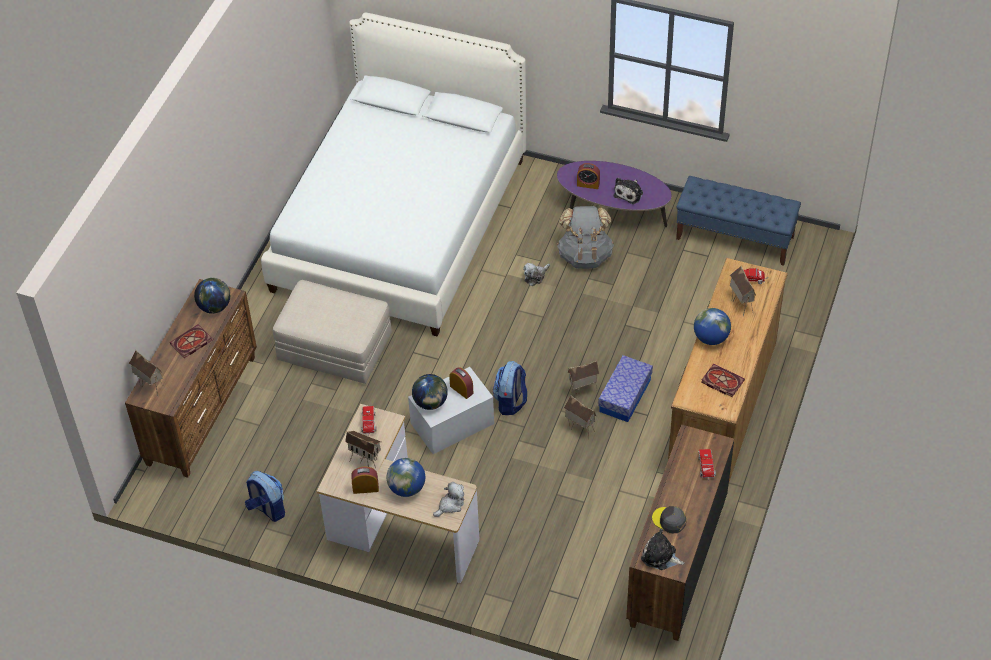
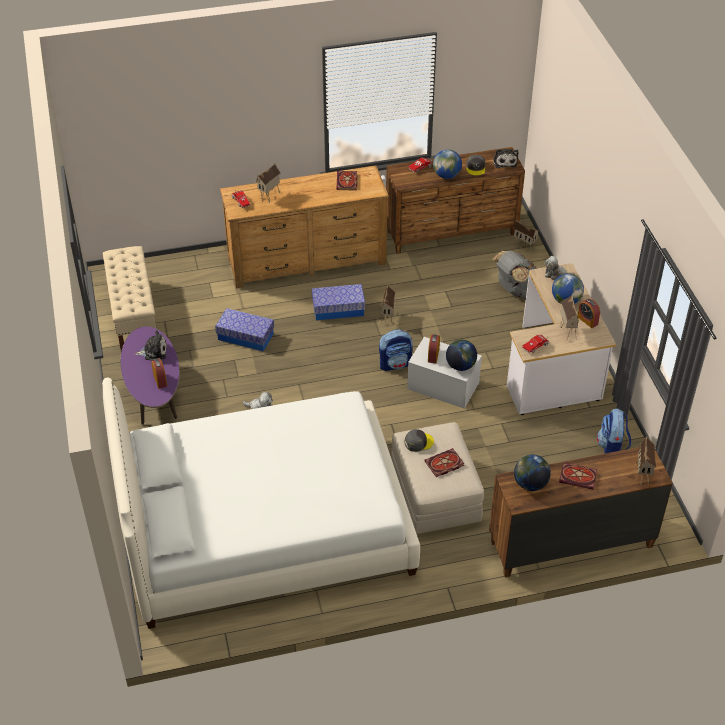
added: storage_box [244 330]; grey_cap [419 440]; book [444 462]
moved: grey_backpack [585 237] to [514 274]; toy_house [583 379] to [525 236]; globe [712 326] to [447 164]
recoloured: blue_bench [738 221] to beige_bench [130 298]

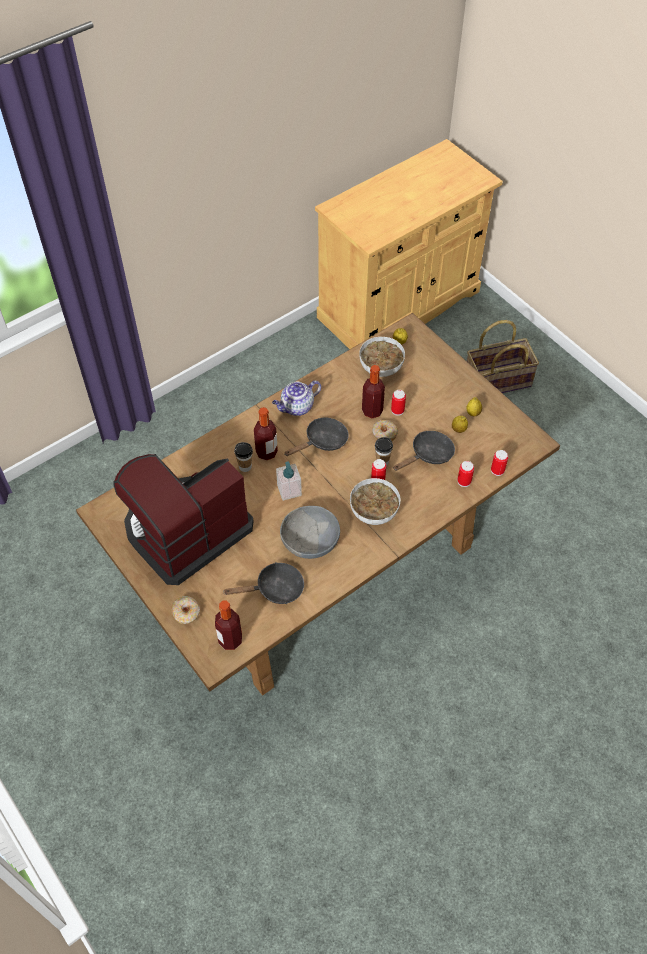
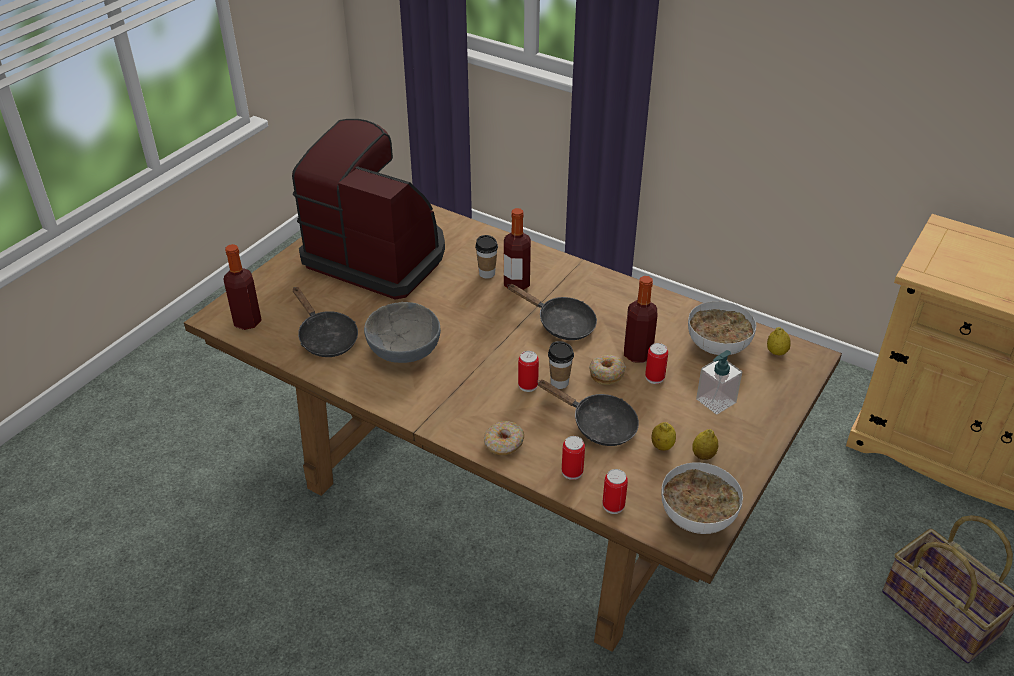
removed: teapot [296 398]
moved: donut [185 610] to [504 438]; soap_dispenser [289 481] to [719 382]; bowl [375 501] to [702 498]

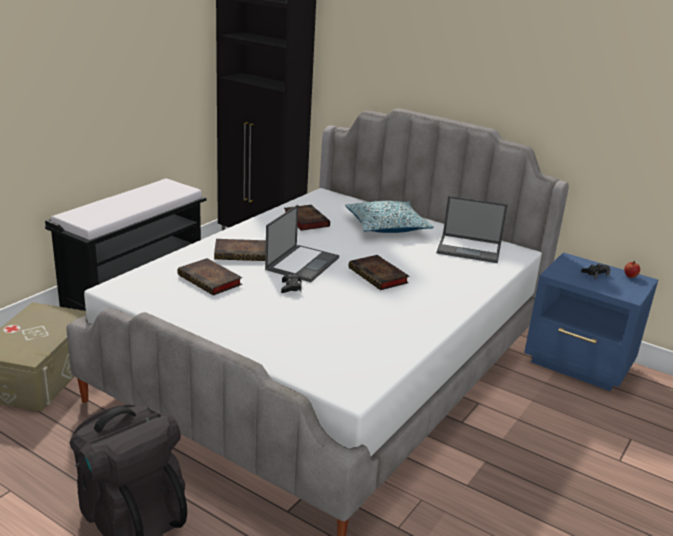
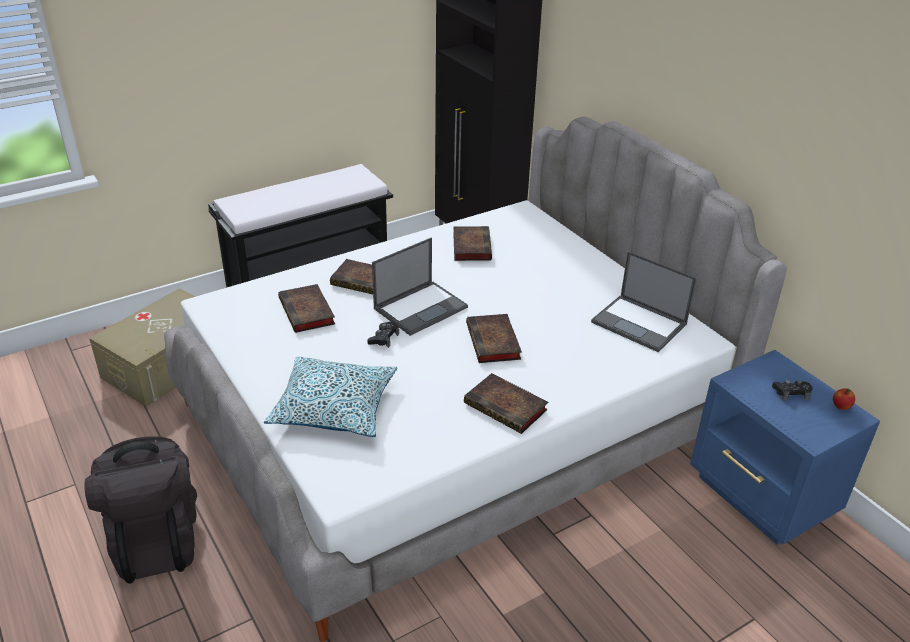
added: book [506 403]
moved: pillow [389 217] to [330 396]

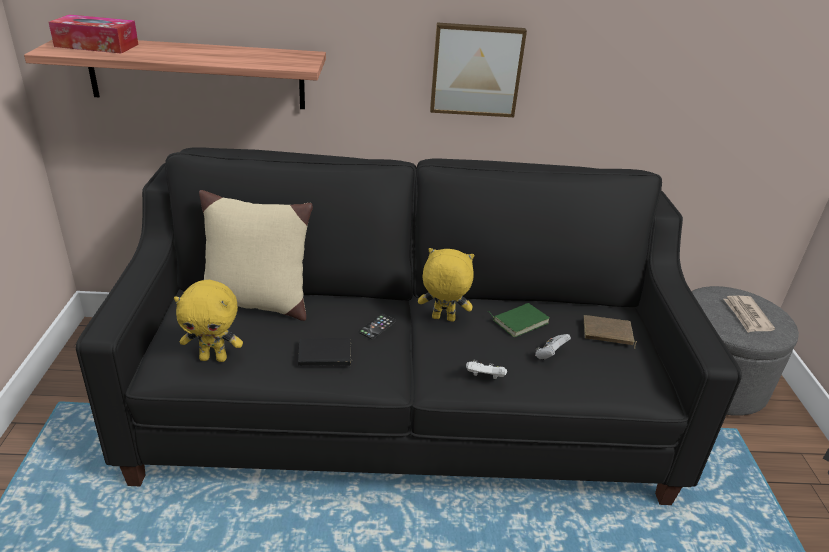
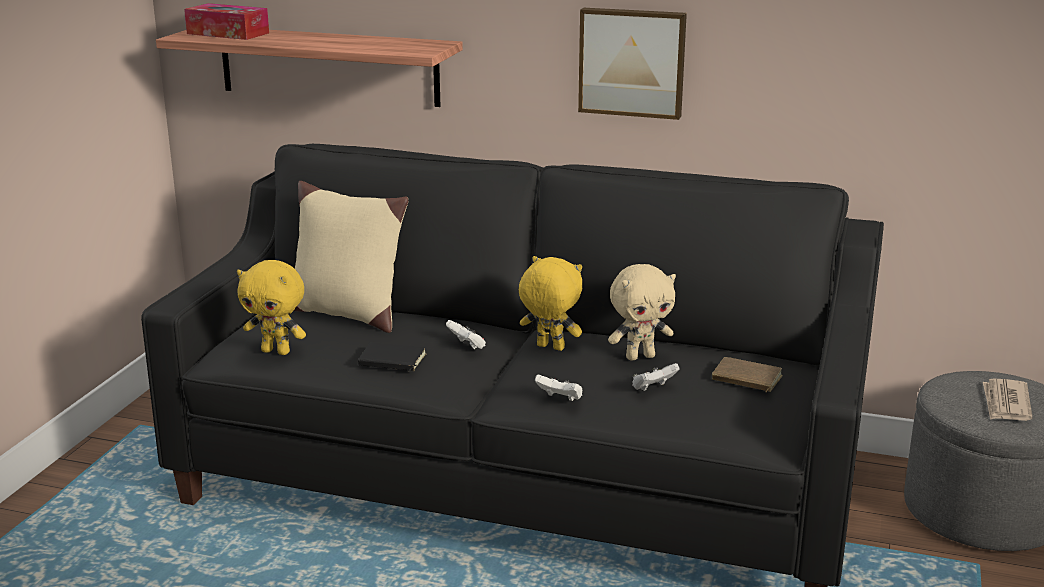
replaced: phone [377 326] to white_game_controller [466 335]; green_book [519 320] to beige_plush_toy [642 312]

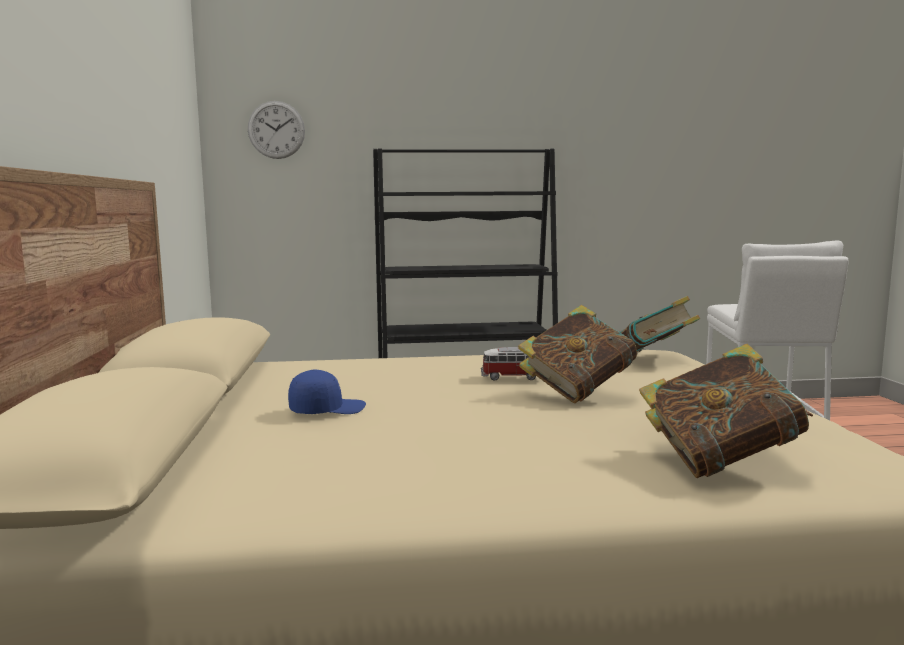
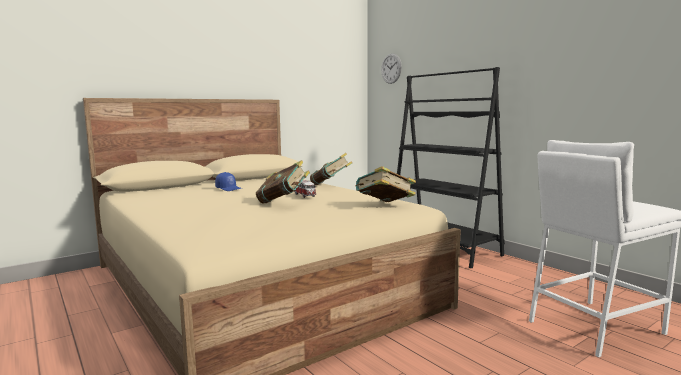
moved: book [726 411] to [331 169]

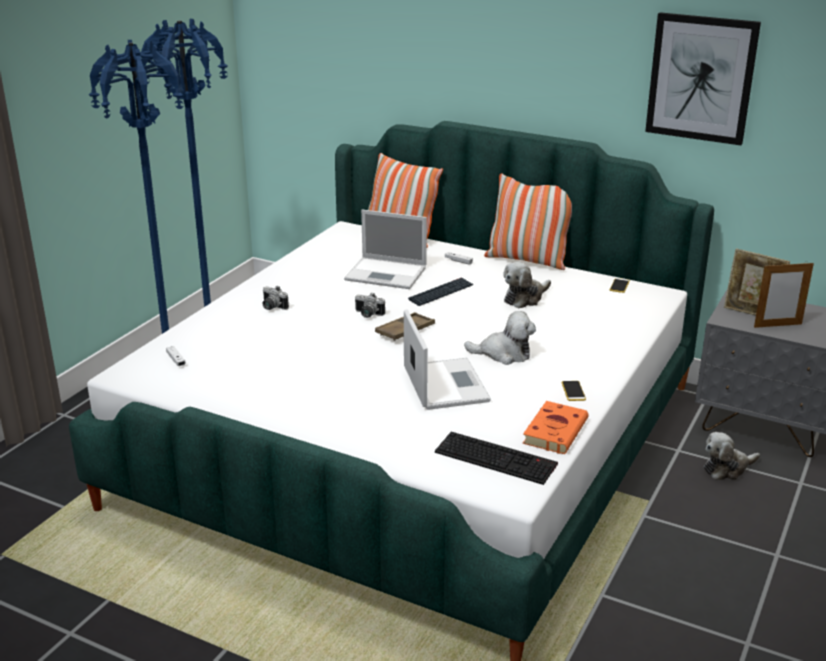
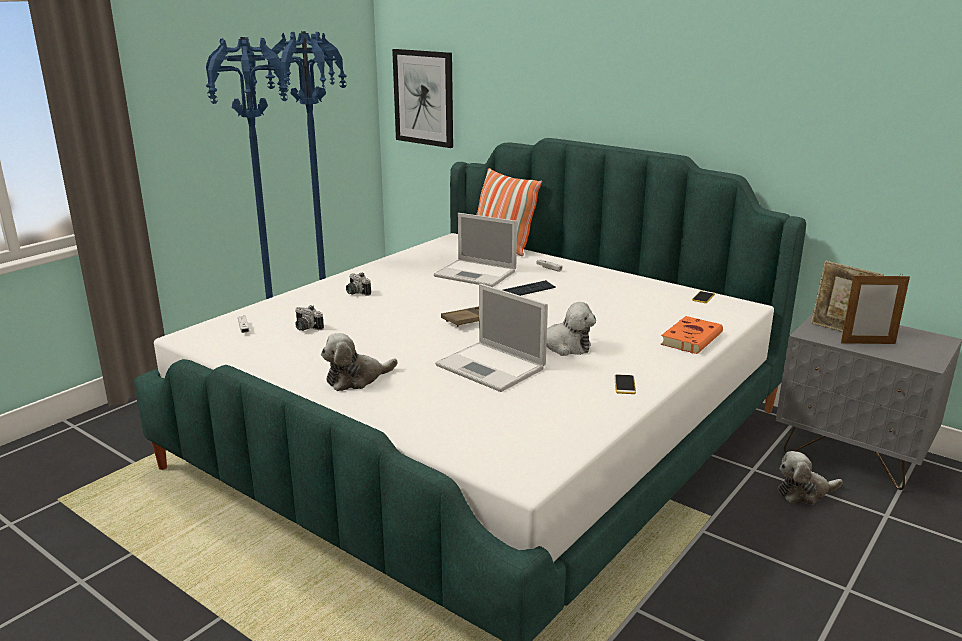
removed: keyboard [496 458]; pillow [528 221]
moved: photo_camera [370 305] to [309 318]; plush_toy [527 285] to [359 362]; orange_book [555 427] to [691 335]; picture [703 78] to [422 98]
turned: laptop [447 359] = [491 338] 135 degrees clockwise

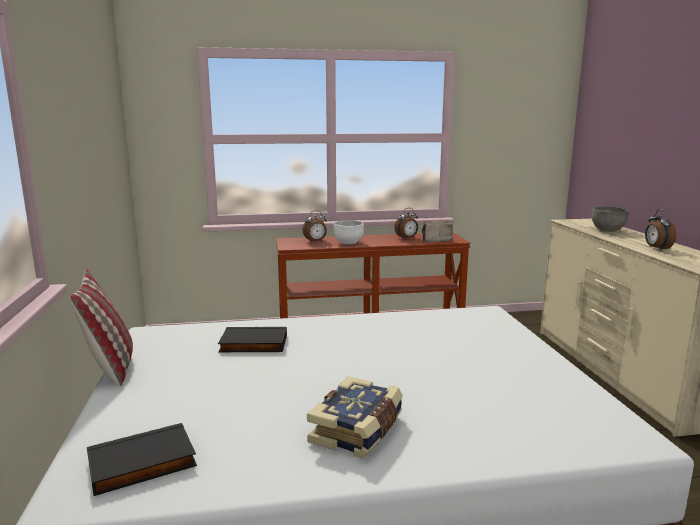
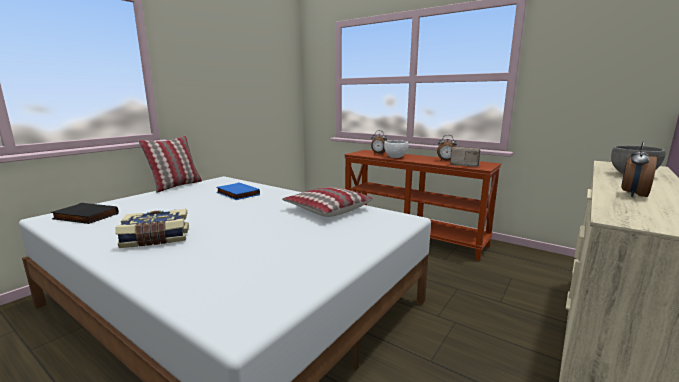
added: pillow [327 202]
recoloured: black_book [252 339] to blue_book [238 191]

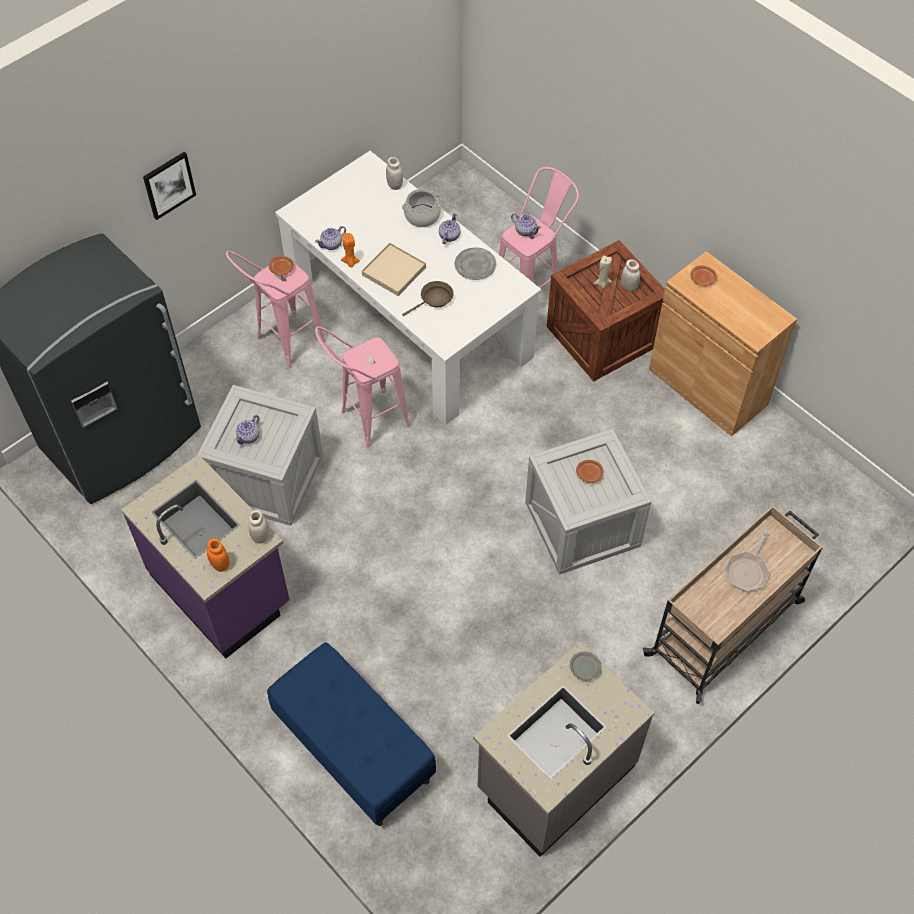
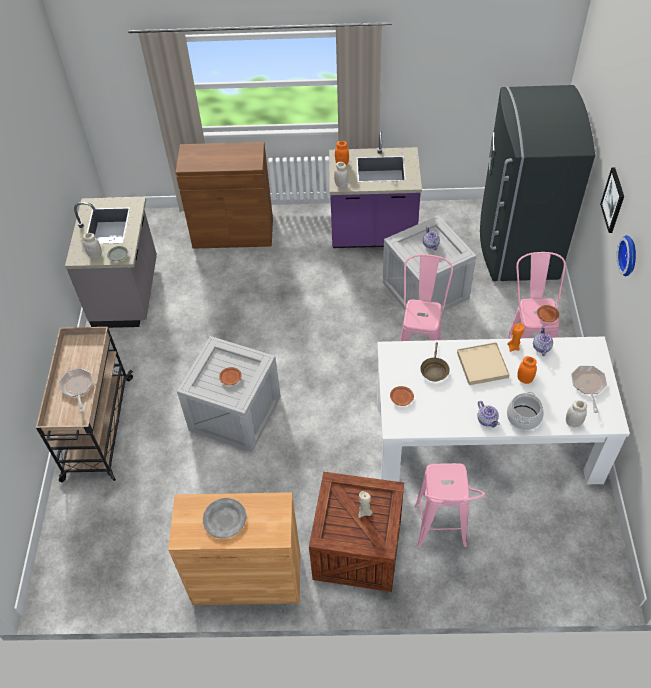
removed: teapot [526 224]
added: orange_jar [527 370]; frying_pan [589 389]; wall_clock [626 255]
moved: grey_plate [475 263] to [224 518]; white_jar [630 275] to [92 246]; brown_plate [703 276] to [402 396]
replaced: blue_bench [351 734] to brown_cabinet [224 195]

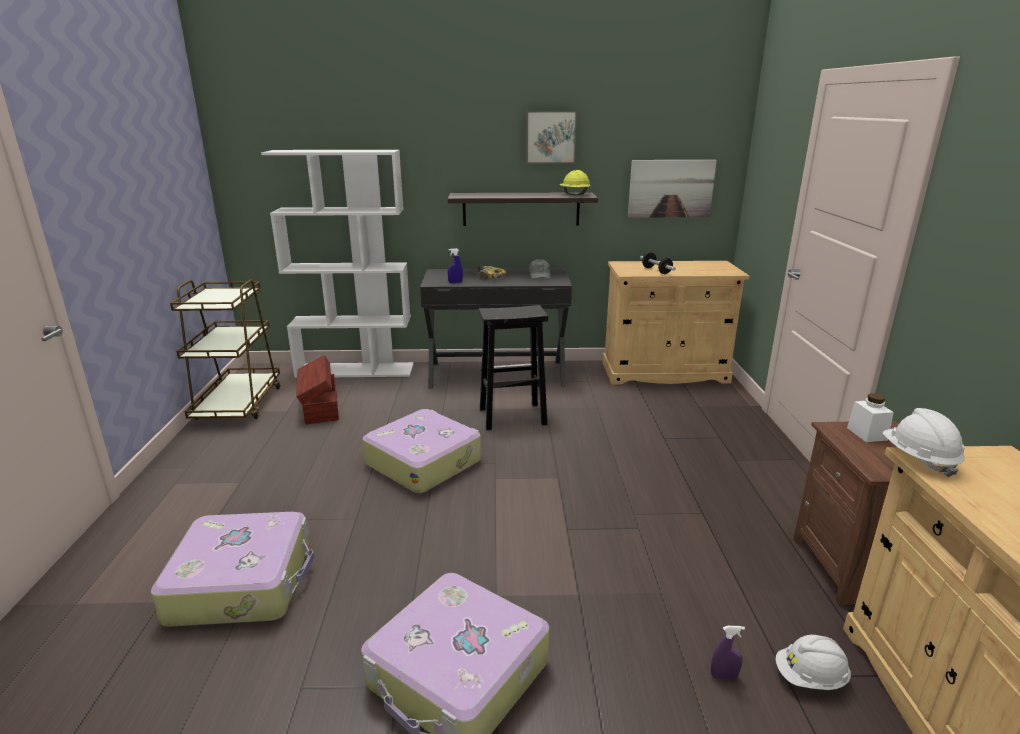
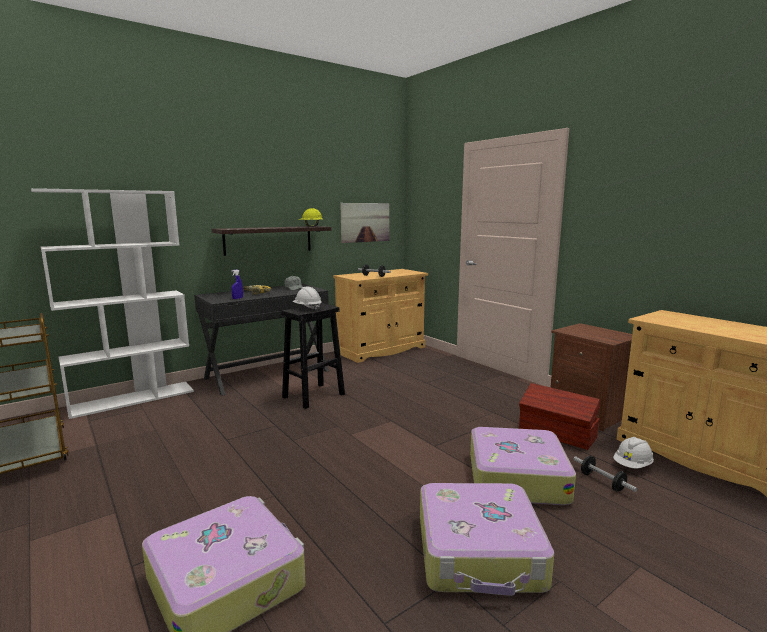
removed: picture [551 137]; white_jar [870 417]
moved: brown_storage_box [317 389] to [559 416]; suitcase [422 451] to [523 466]; white_hard_hat [924 442] to [306 298]
replaced: purple_spray_bottle [728 652] to dumbbell [605 474]

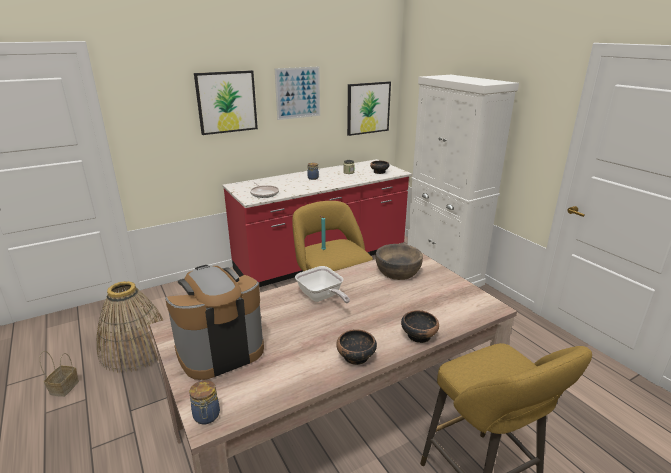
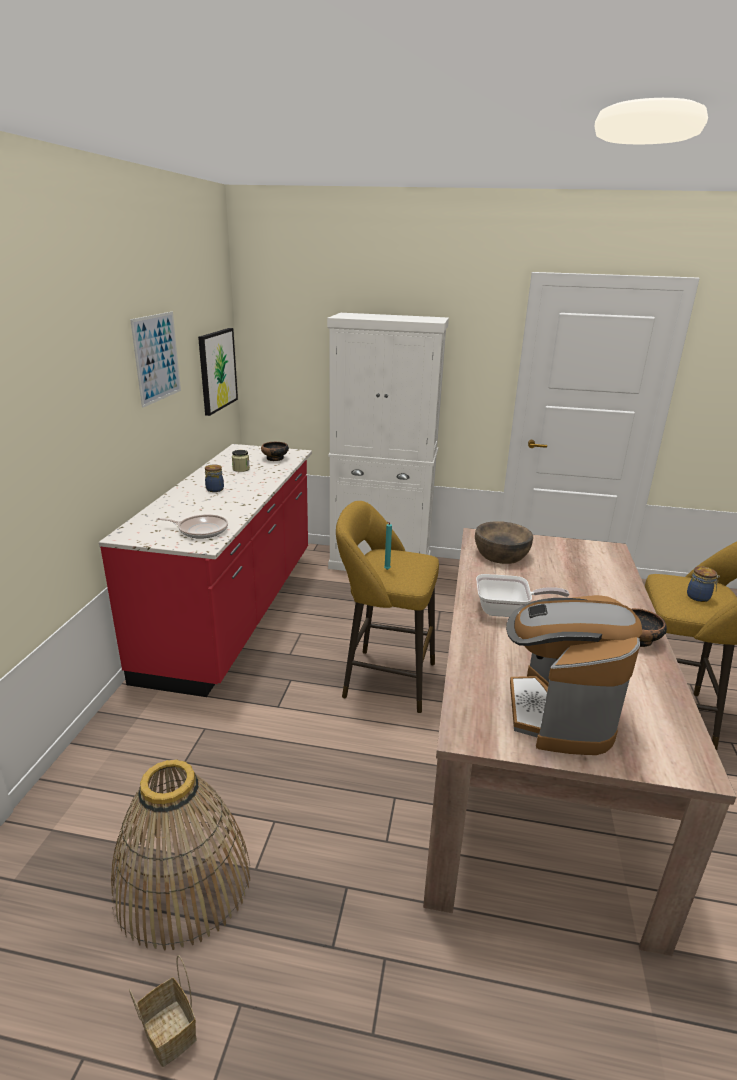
removed: picture [226 102]; bowl [420 326]
moved: jar [204 402] to [703 584]

